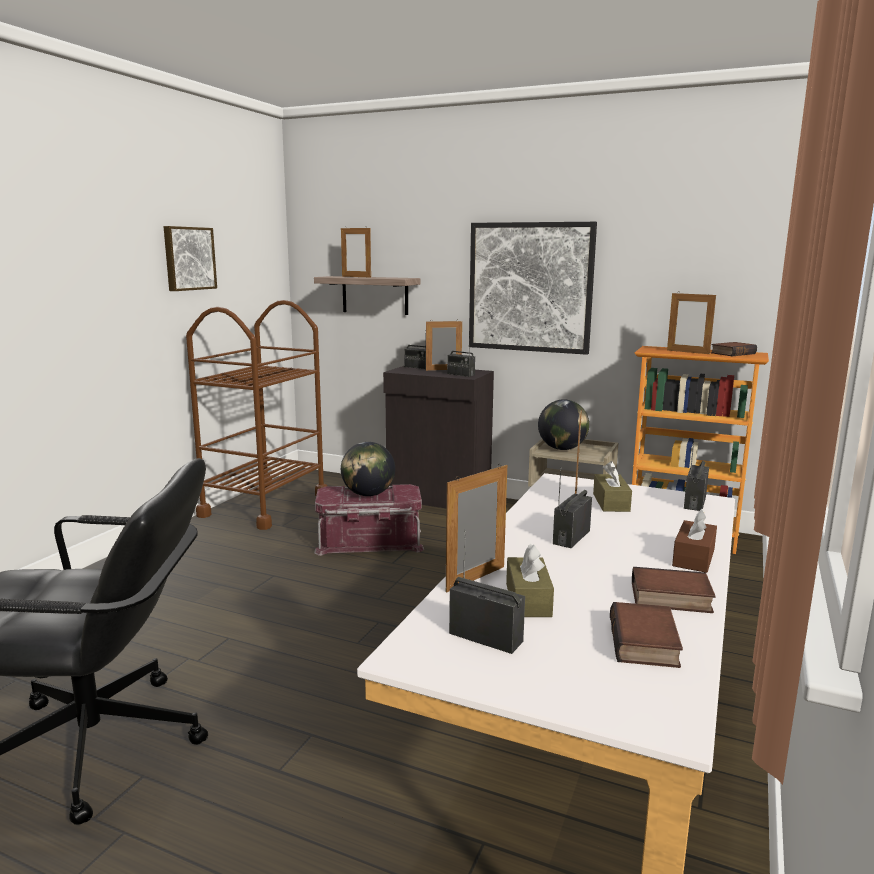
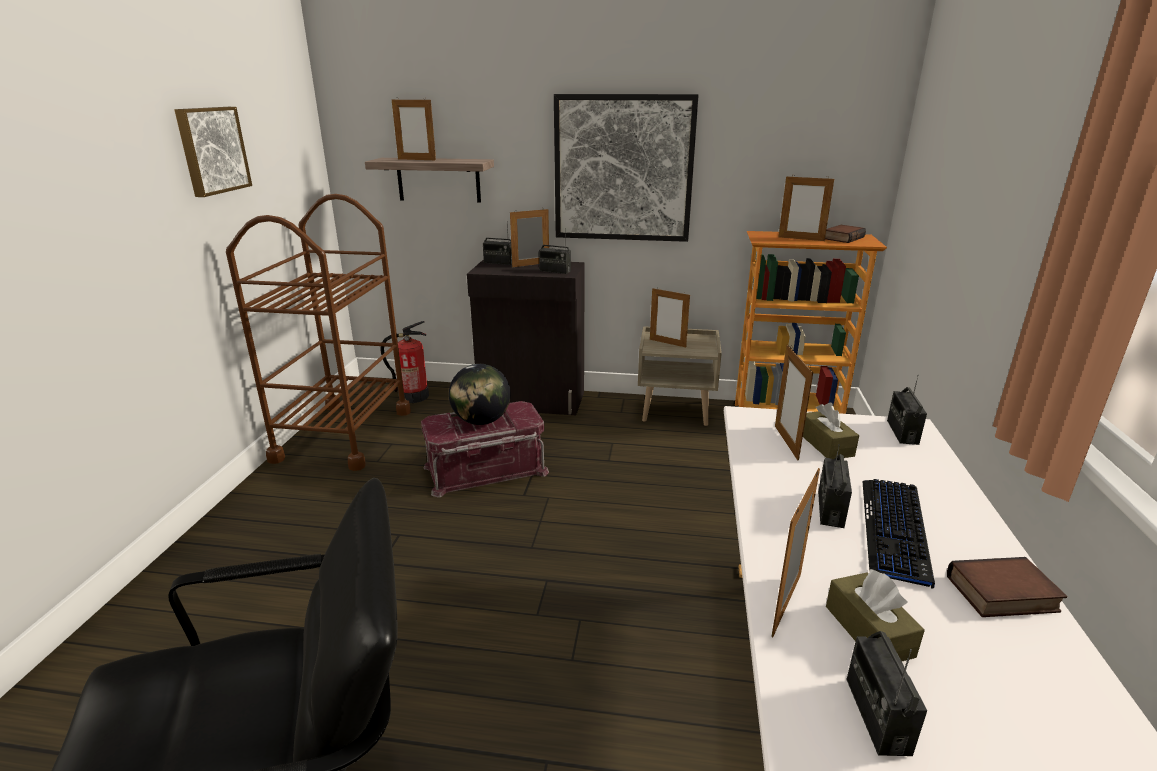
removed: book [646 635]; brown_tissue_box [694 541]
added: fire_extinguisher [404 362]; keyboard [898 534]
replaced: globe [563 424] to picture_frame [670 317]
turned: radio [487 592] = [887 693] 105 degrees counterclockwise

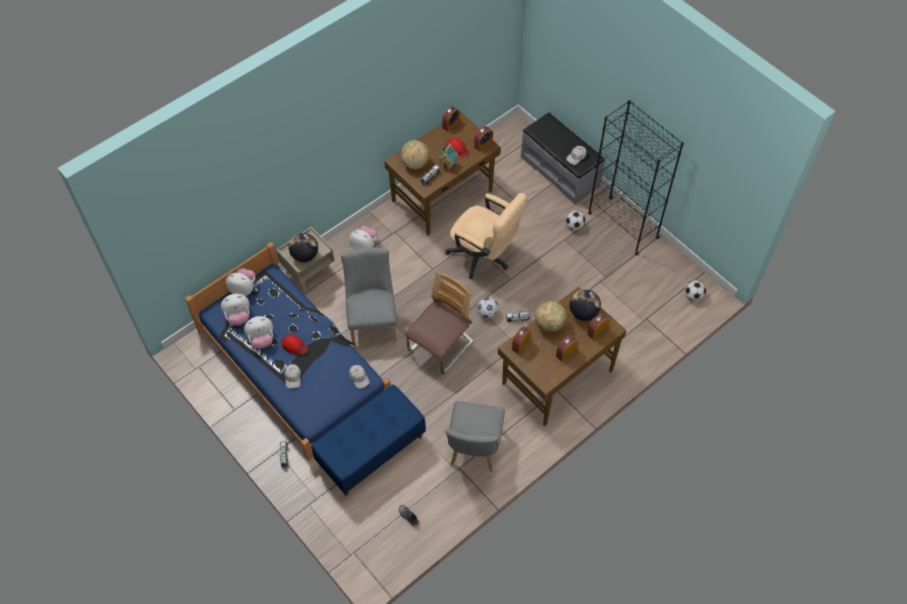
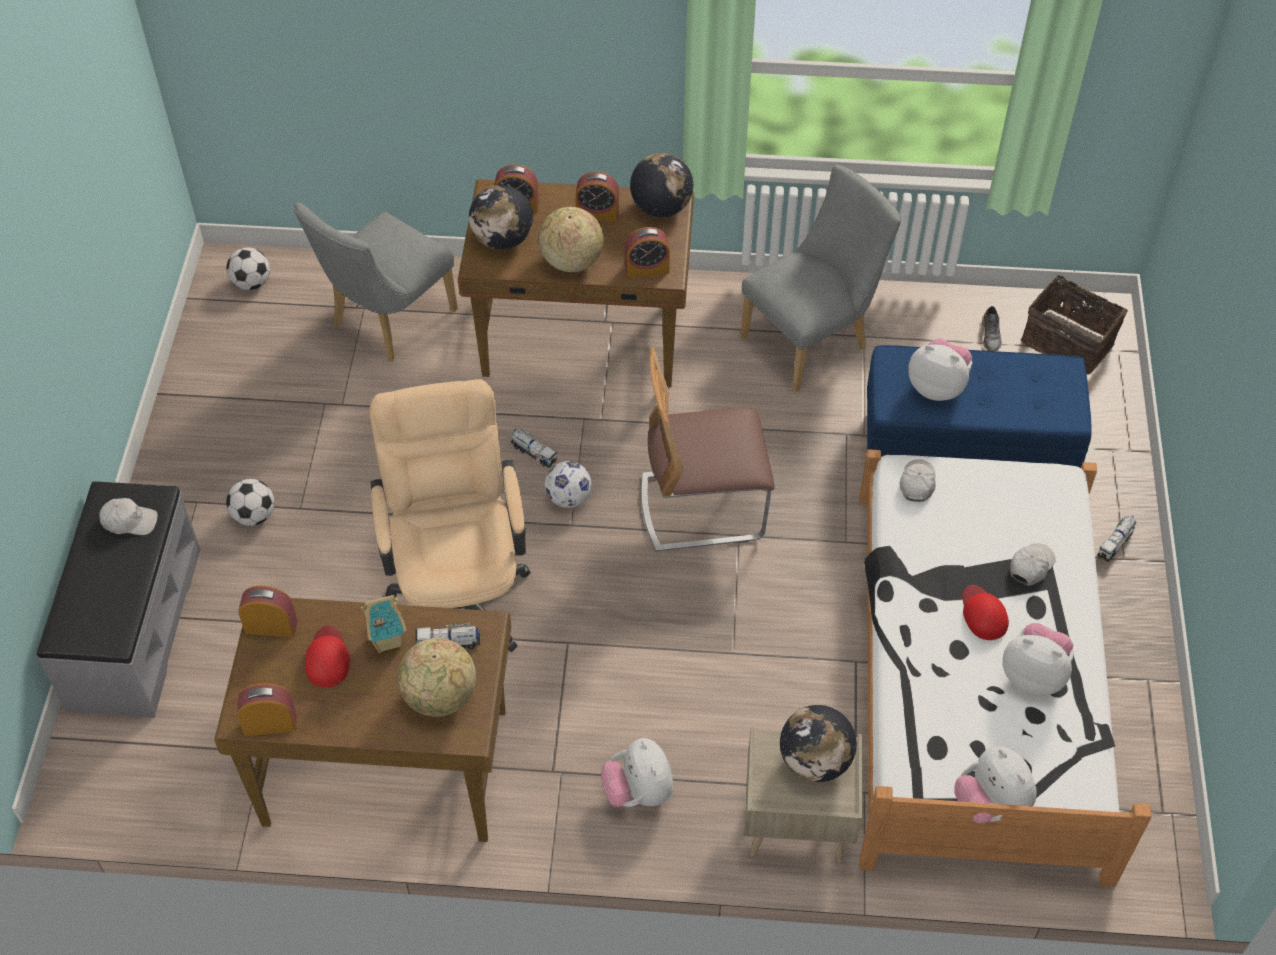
removed: black_bookcase [636 178]
added: globe [661 185]; basket [1074 322]
moved: plush_toy [235 309] to [940 369]; grey_chair [368 297] to [375 282]
recoloured: blue_bed [288 351] to white_bed [1005 668]

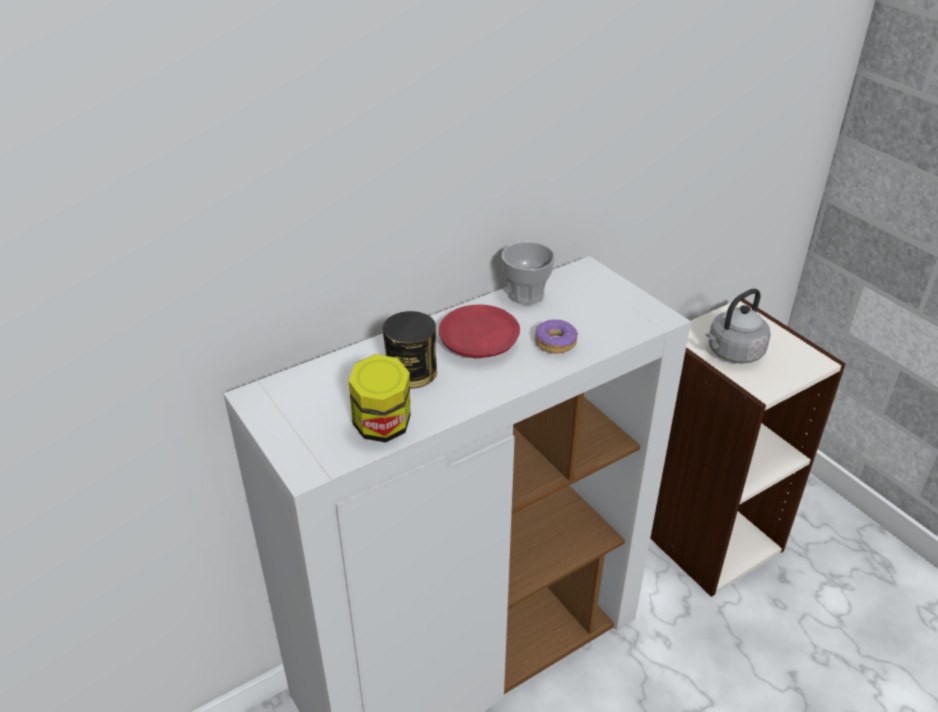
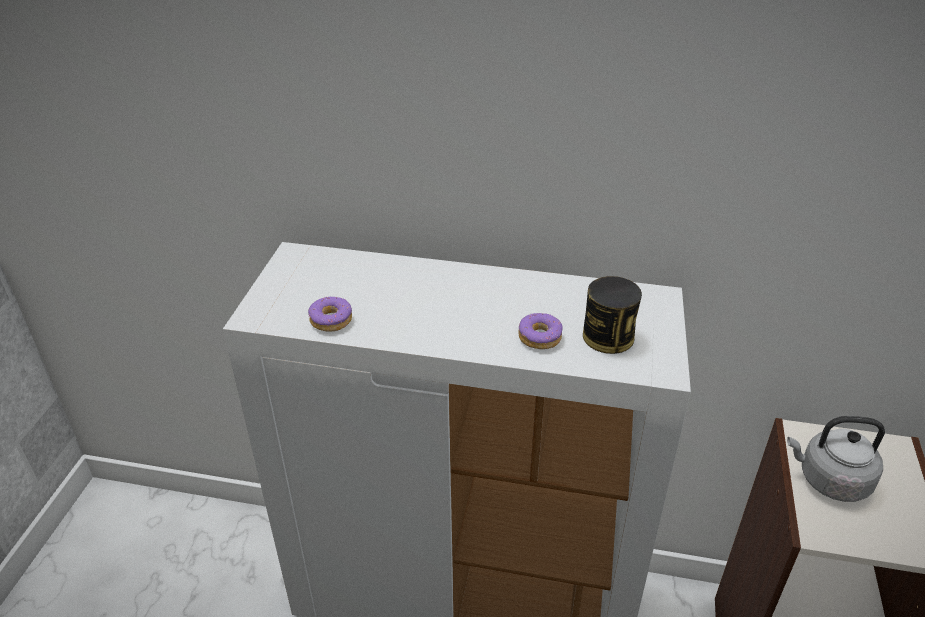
removed: red_plate [479 331]; cup [528 273]
moved: can [410 350] to [612 315]
replaced: jar [379 398] to donut [330 314]

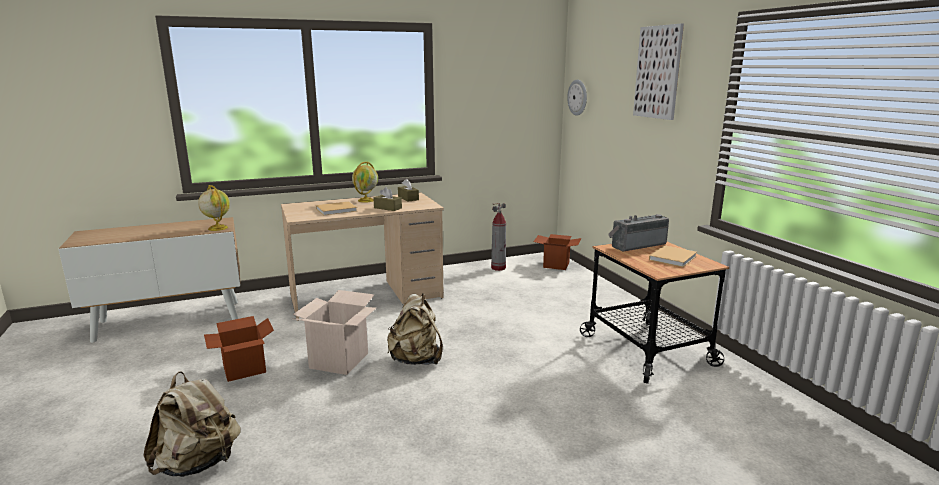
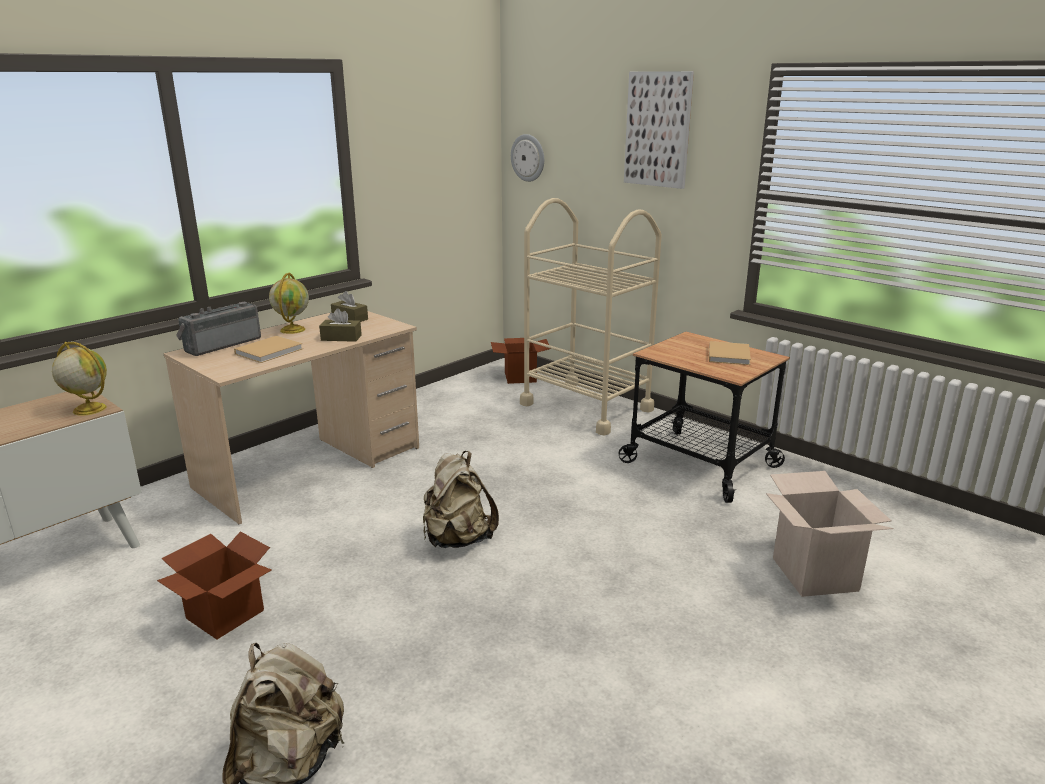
removed: fire_extinguisher [498 237]
added: beige_cart [591 317]
moved: cardboard_box [334 332] to [830 534]; radio [638 233] to [218 329]

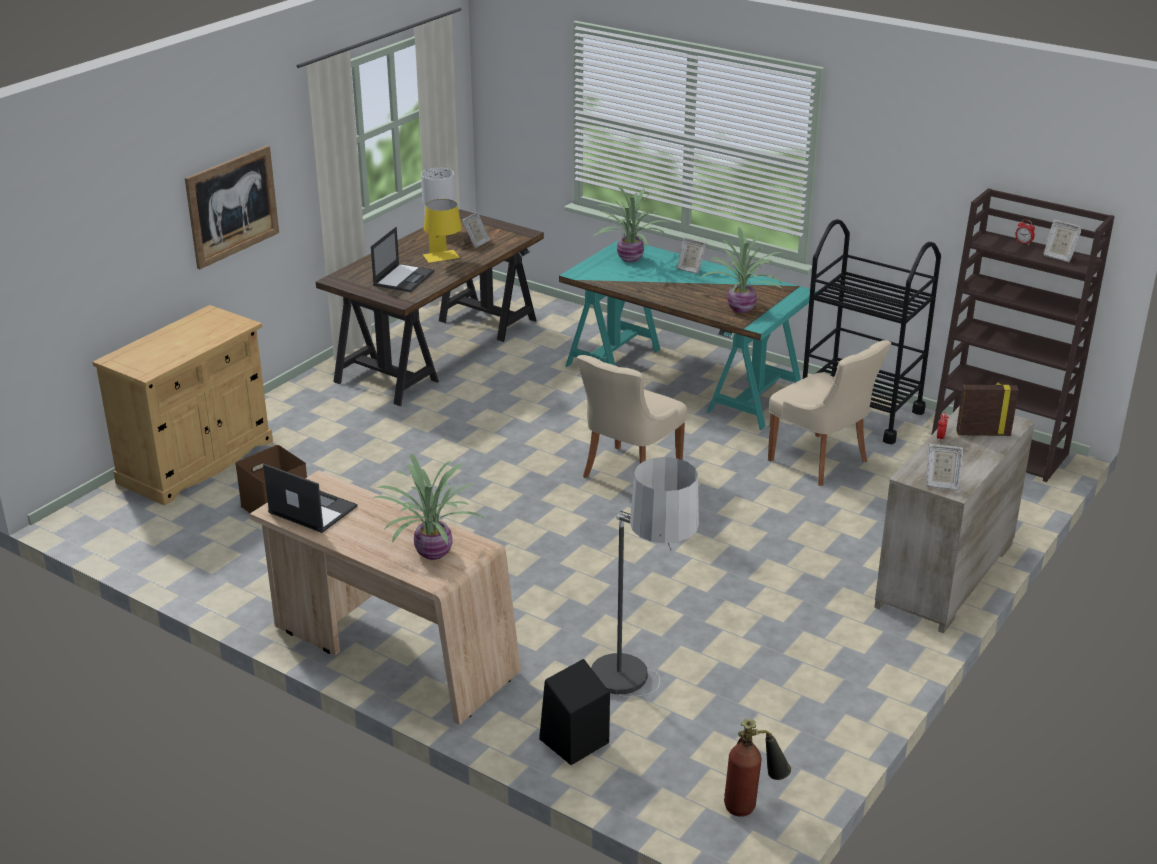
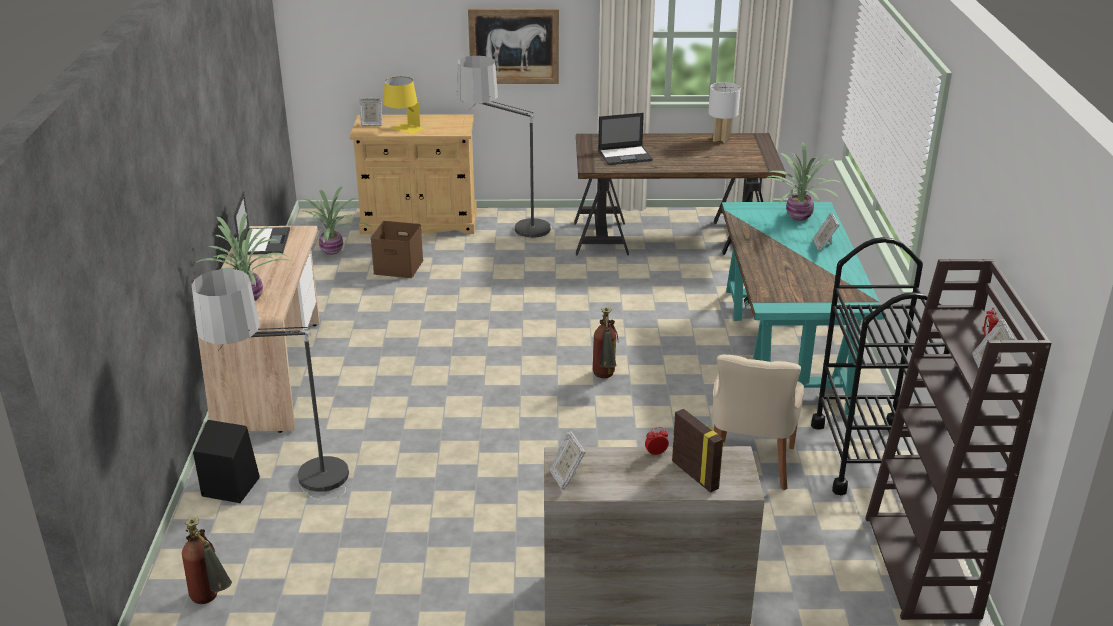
added: floor_lamp [504 149]
moved: yellow_table_lamp [442 231] to [404 105]; picture_frame [476 230] to [370 112]; potted_plant [741 270] to [336 220]
replaced: beige_chair [631 416] to fire_extinguisher [605 342]

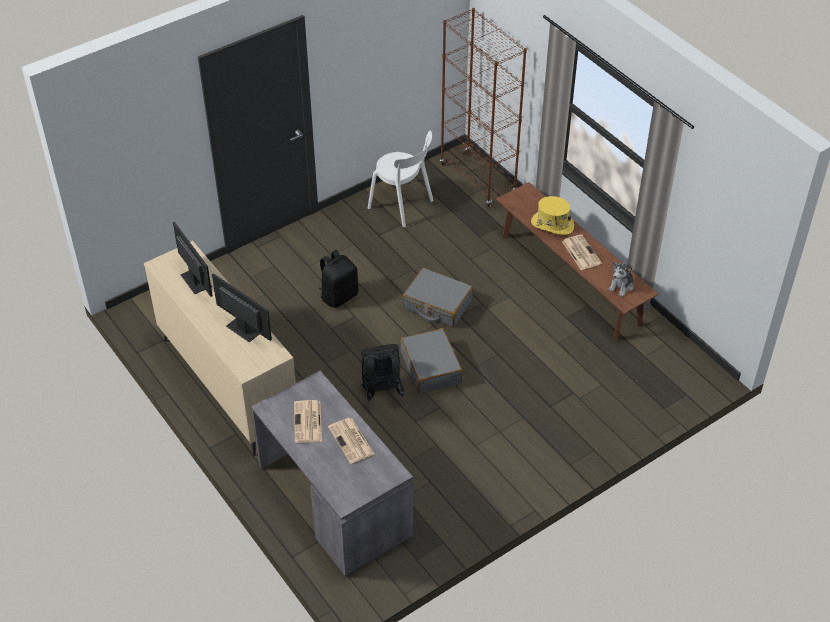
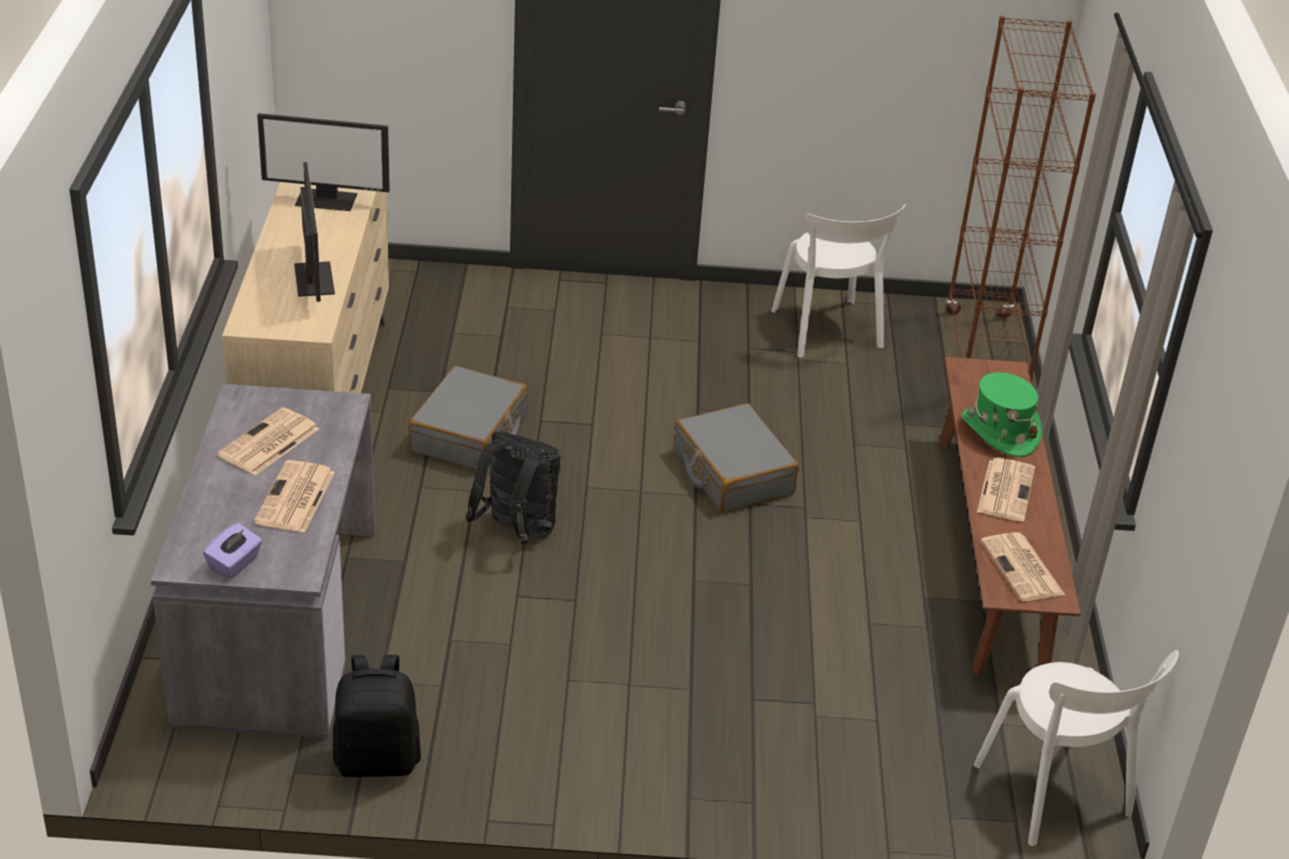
added: purple_tissue_box [232 551]; white_chair [1076 748]
moved: black_backpack [338 279] to [377 716]; grey_suitcase [431 360] to [468 418]
replaced: plush_toy [620 279] to newspaper [1023 566]
recoloured: yellow_hat [552 215] to green_hat [1002 414]
turned: monitor [193 259] = [323 162] 90 degrees clockwise

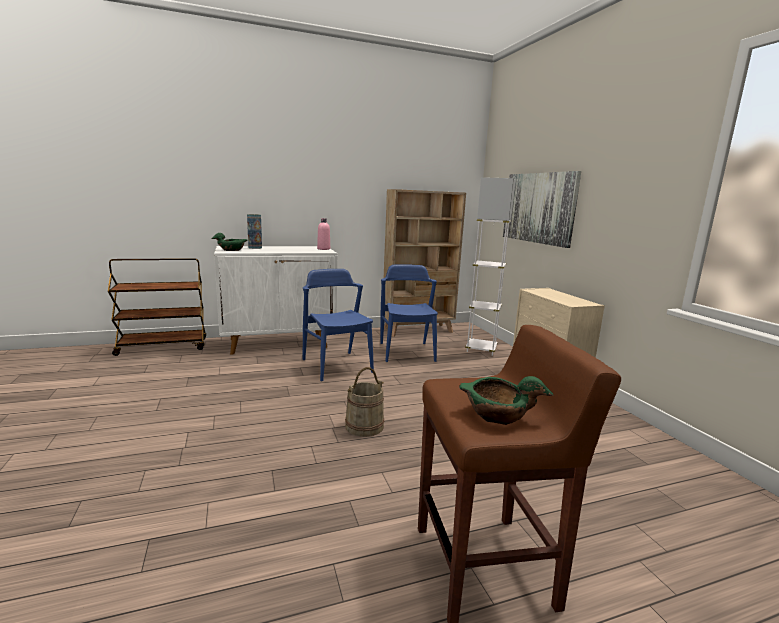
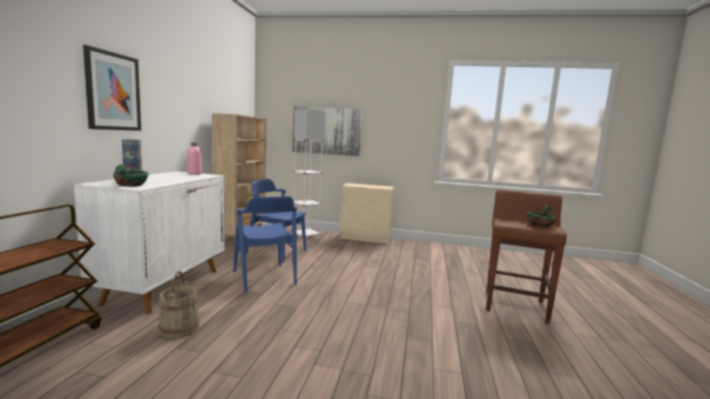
added: picture [112 88]
moved: beige_bucket [364 402] to [178 305]
turned: blue_chair [338 325] = [265 244] 120 degrees counterclockwise

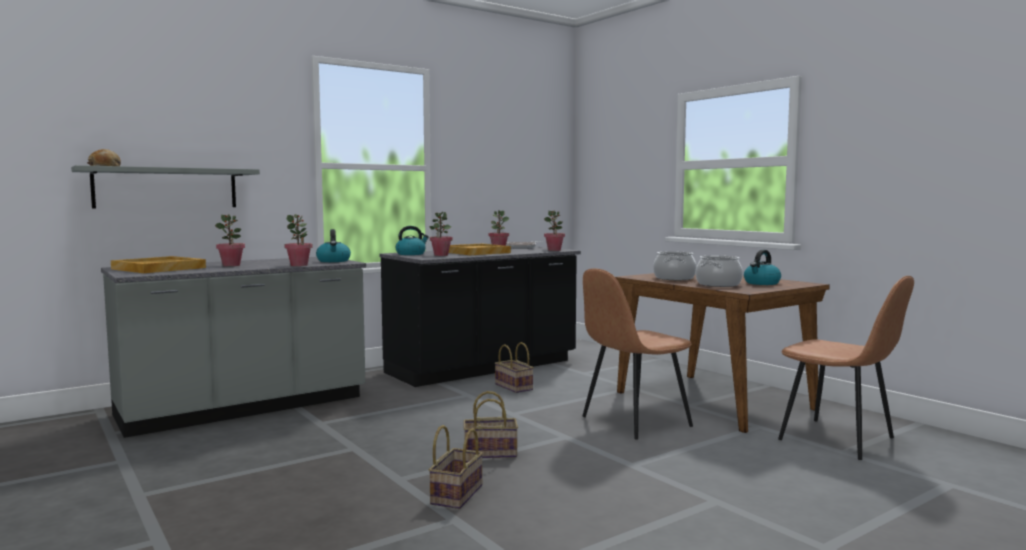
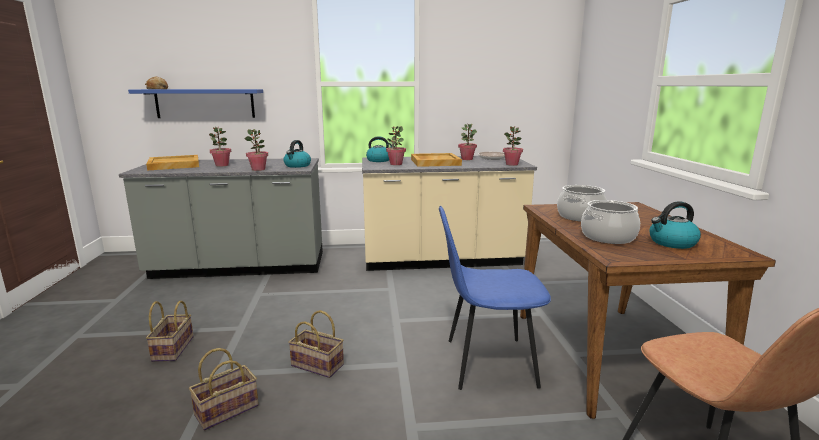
moved: basket [514 367] to [170 331]
recoloured: grey_shelf [165 186] to blue_shelf [195 103]; black_counter [480 316] to beige_counter [449 213]; brown_chair [638 354] to blue_chair [495 298]

